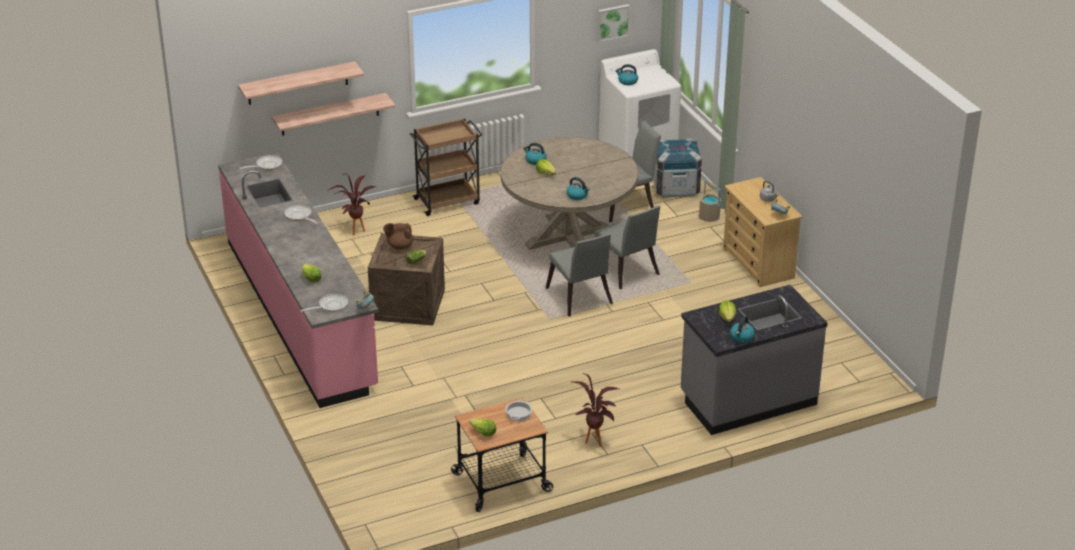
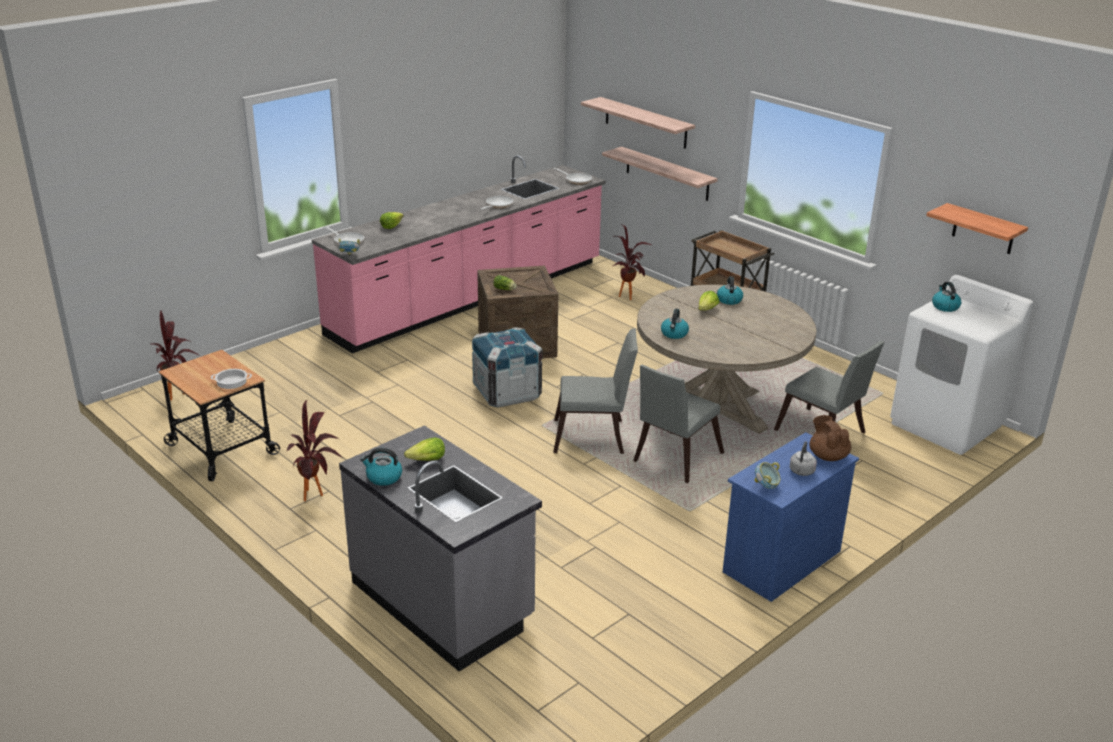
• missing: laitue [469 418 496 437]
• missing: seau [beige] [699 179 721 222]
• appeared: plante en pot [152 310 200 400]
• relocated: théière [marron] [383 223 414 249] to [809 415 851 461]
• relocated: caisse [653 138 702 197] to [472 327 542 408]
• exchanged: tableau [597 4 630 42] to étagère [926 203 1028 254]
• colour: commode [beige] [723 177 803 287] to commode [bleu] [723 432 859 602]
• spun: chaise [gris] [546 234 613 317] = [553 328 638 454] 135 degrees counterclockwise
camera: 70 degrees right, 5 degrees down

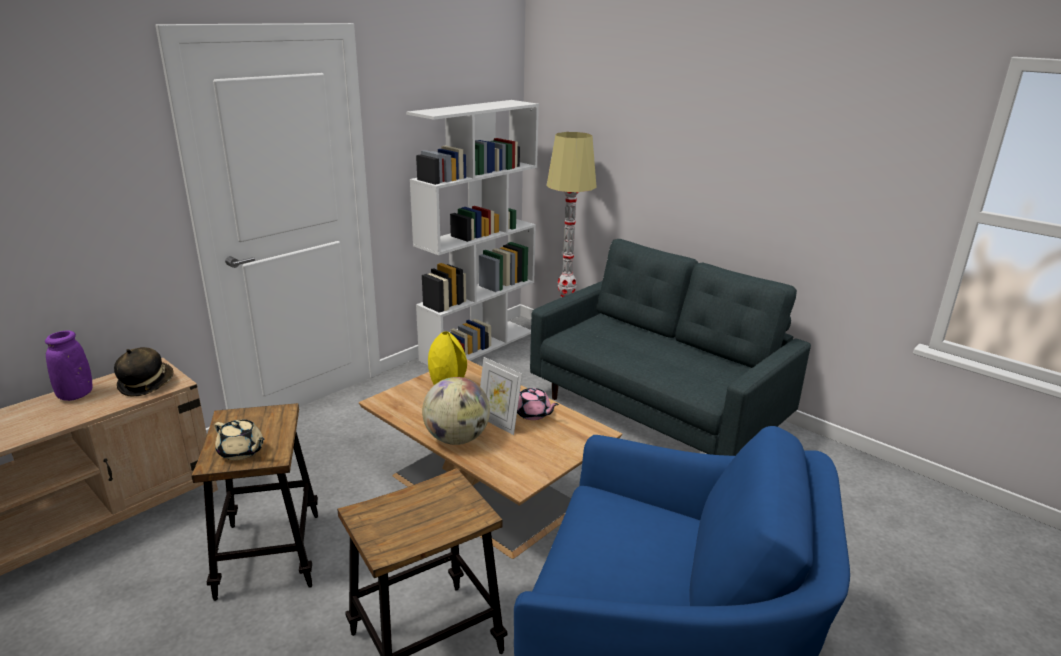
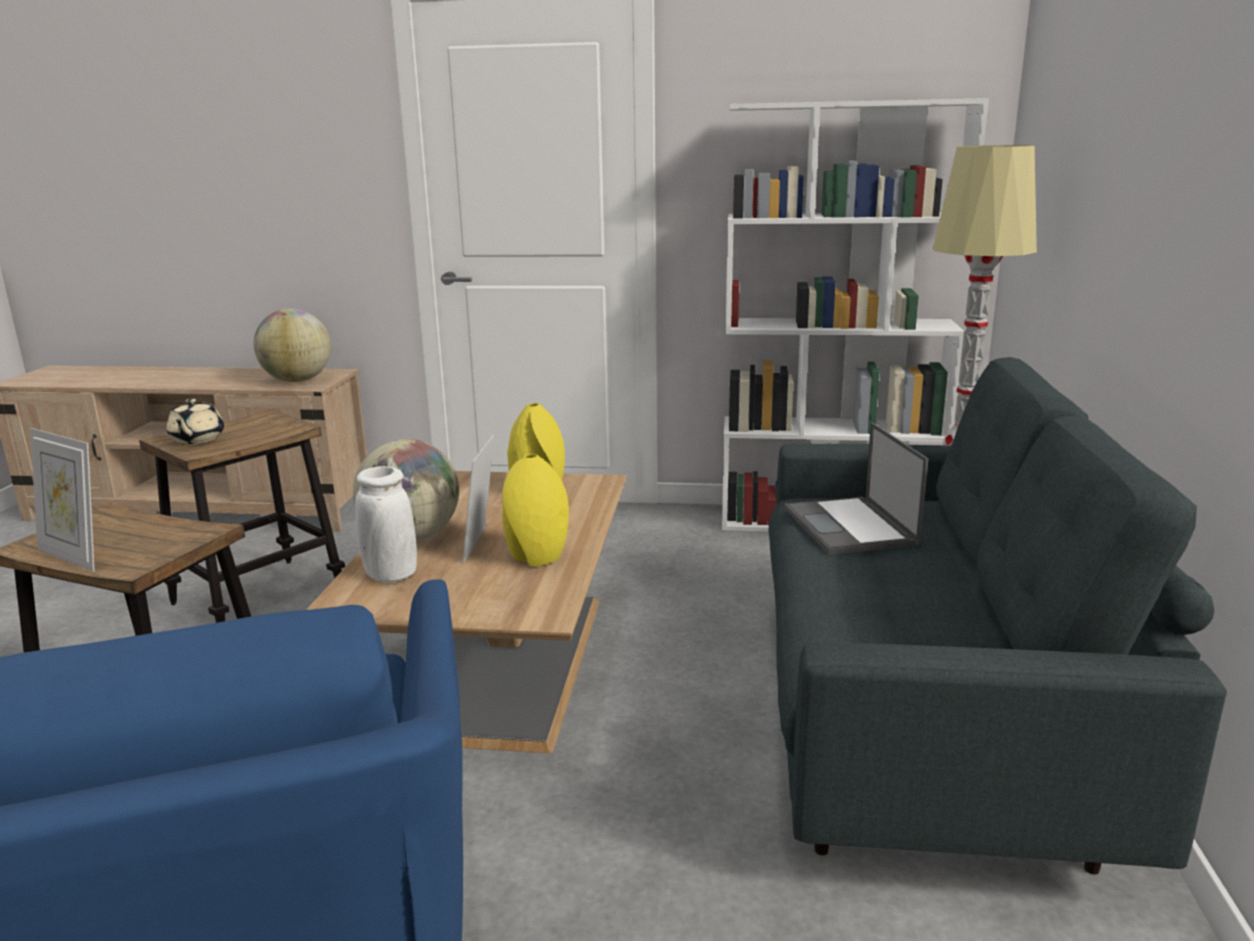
• missing: vase [violet] [45 331 92 401]
• appeared: cadre photo [30 428 94 571]
• appeared: vase [blanc] [355 466 417 582]
• appeared: ordinateur portable [785 422 928 555]
• exchanged: chapeau [114 347 174 397] to globe [254 308 331 382]
• exchanged: théière [rose] [517 388 559 420] to vase [jaune] [502 454 569 567]
camera: 55 degrees right, 5 degrees down

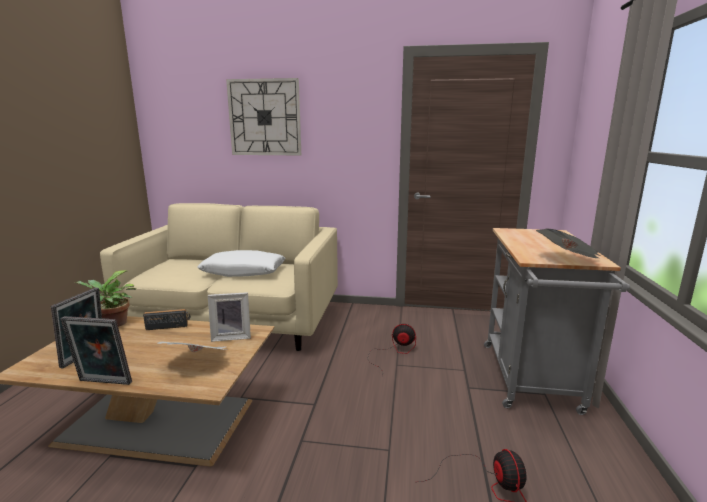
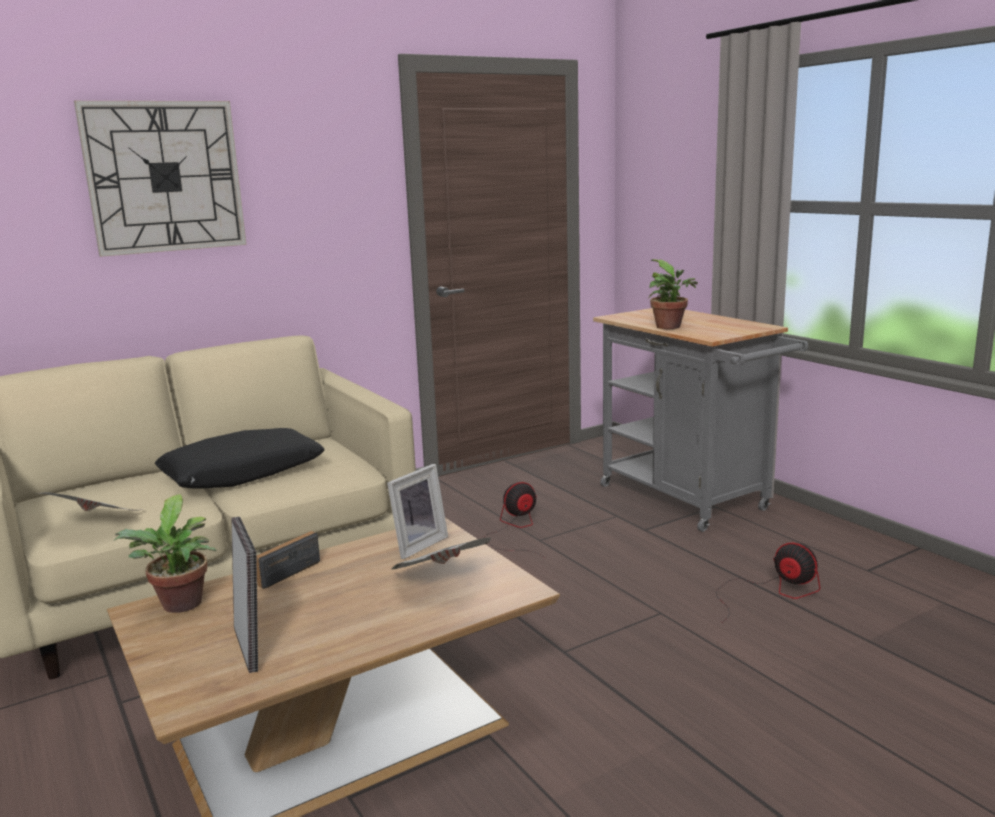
• missing: cadre photo [60 316 132 385]
• appeared: plante en pot [648 259 698 329]
• relocated: journal [536 229 600 258] to [37 493 143 511]
• colour: coussin [blanc] [197 250 285 277] to coussin [noir] [155 428 325 489]
camera: 40 degrees left, 0 degrees up

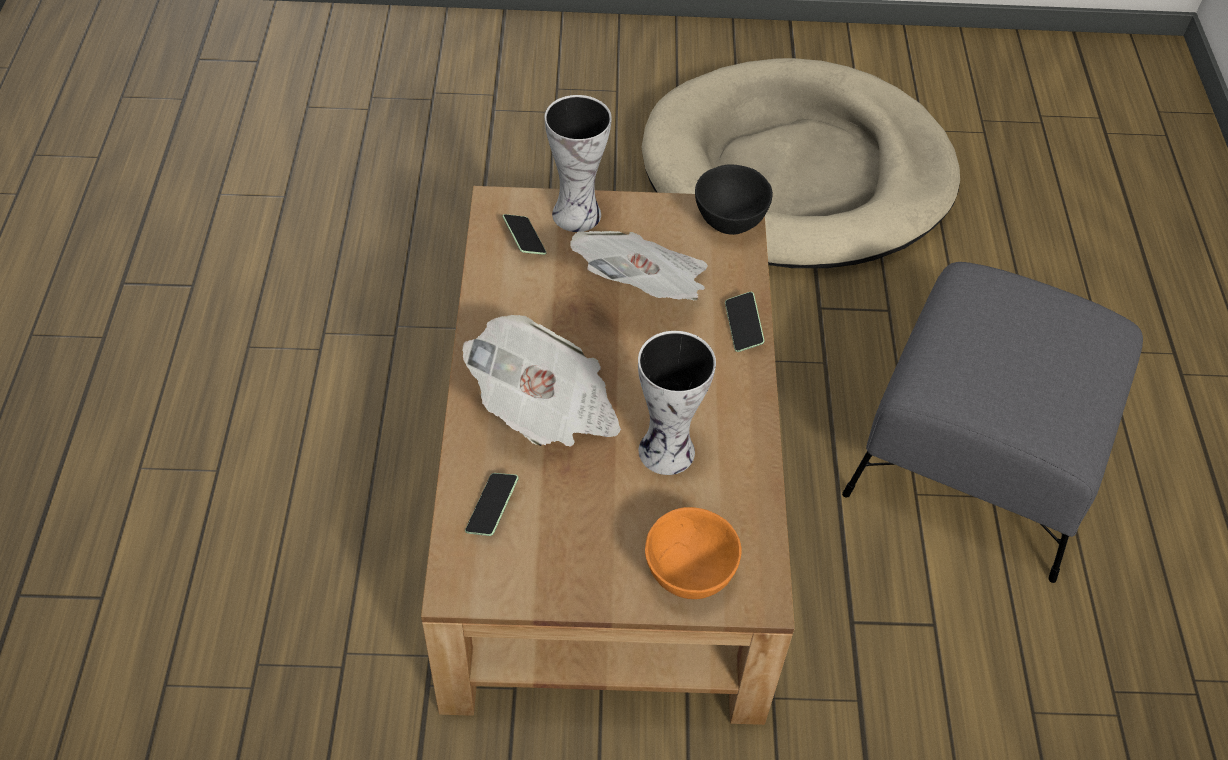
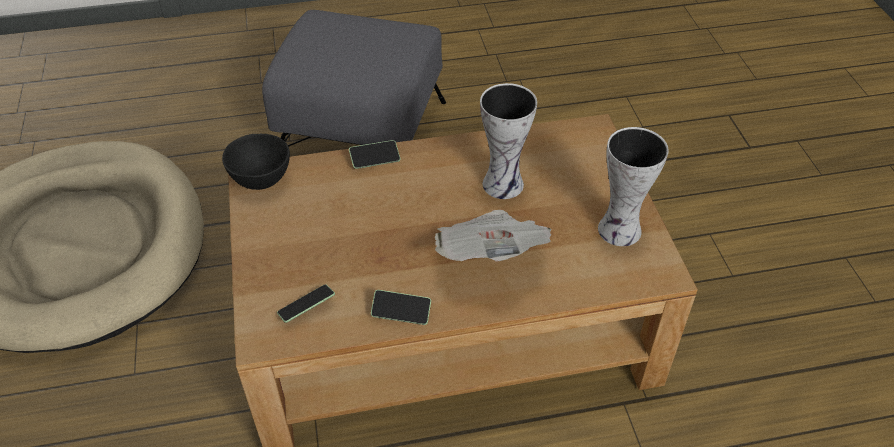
• missing: journal [570 231 708 301]
• missing: bol [orange] [645 507 741 599]
• relocated: téléphone [465 473 519 536] to [371 290 431 325]
• relocated: vase [545 95 612 232] to [598 127 669 246]
camera: 100 degrees left, 5 degrees down

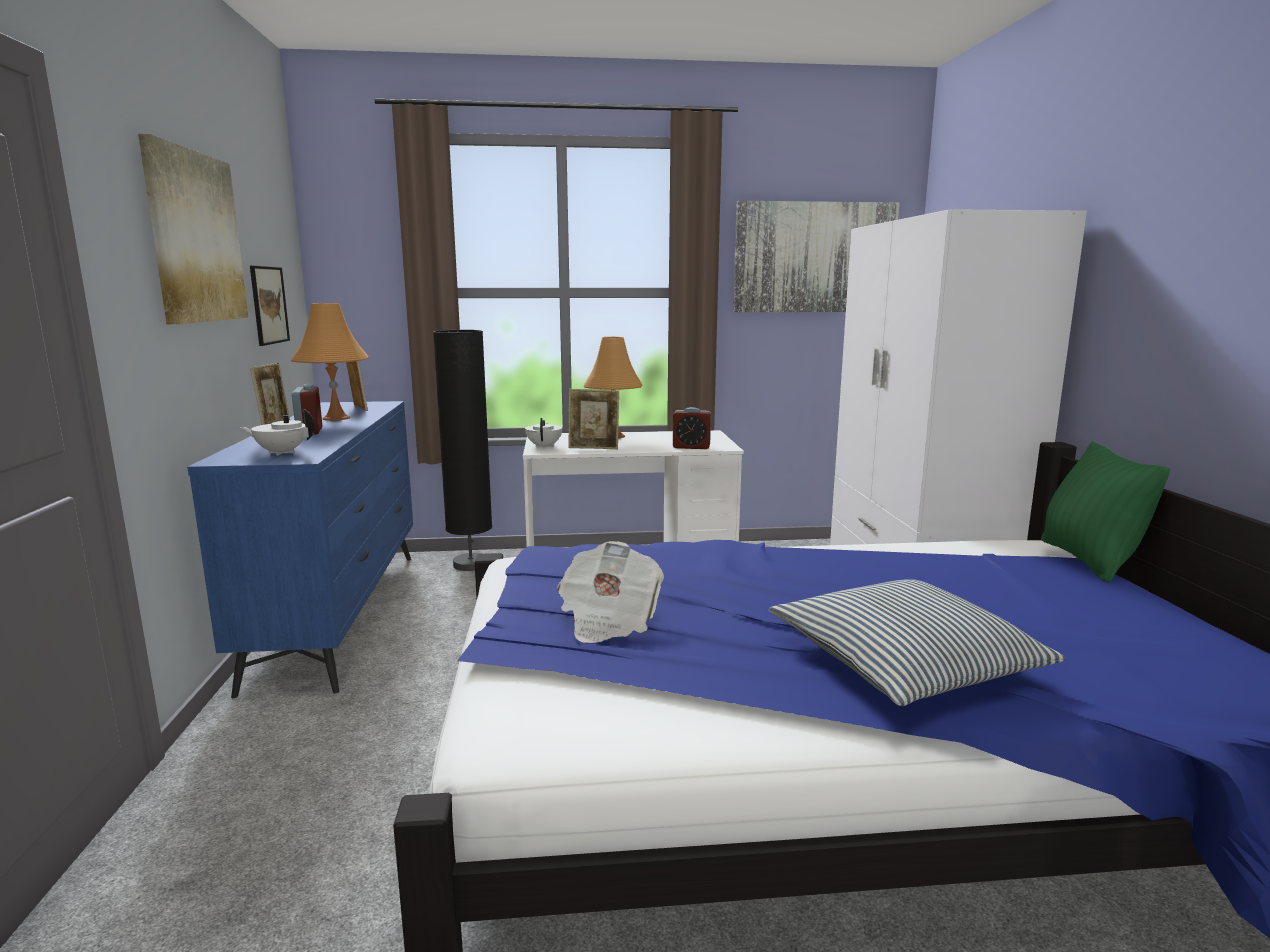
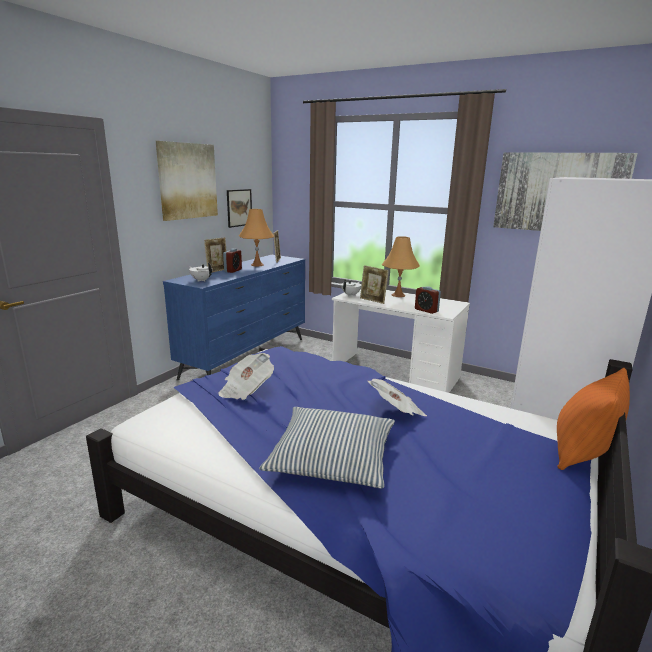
• missing: lampadaire [noir] [433 330 492 571]
• appeared: journal [368 379 427 416]
• colour: coussin [vert] [1041 442 1170 582] to coussin [orange] [557 368 630 470]
camera: 35 degrees right, 5 degrees up

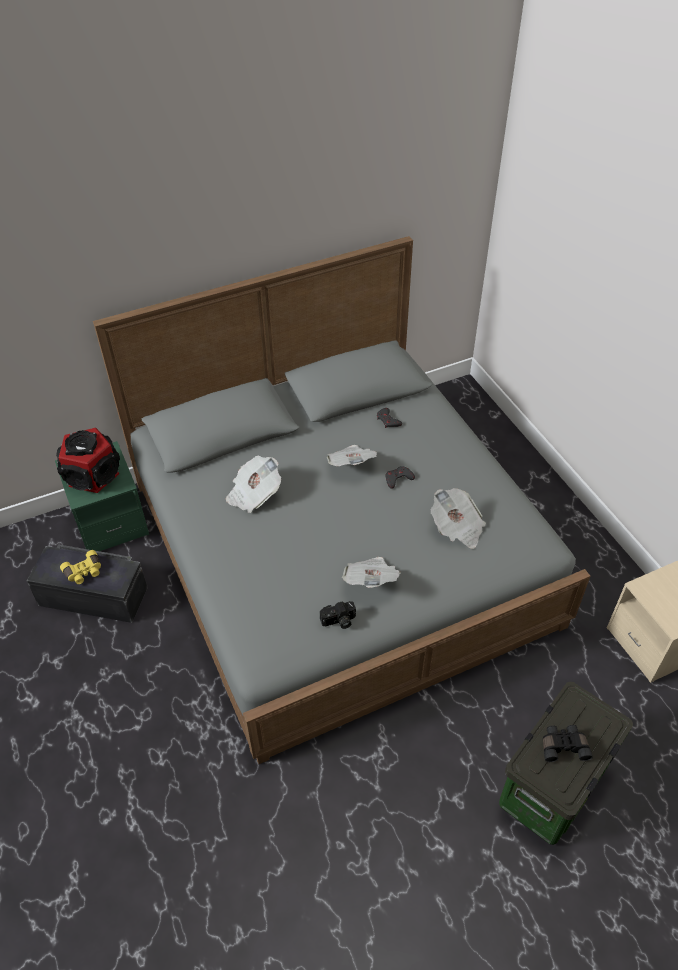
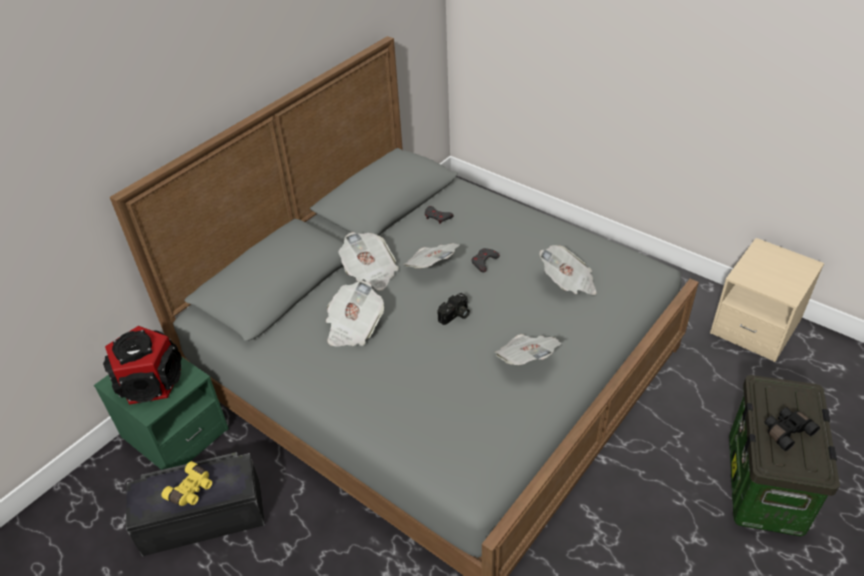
• appeared: journal [339 232 399 290]
• relocated: appareil photo [320 601 356 629] to [437 293 470 325]
camera: 25 degrees left, 5 degrees down

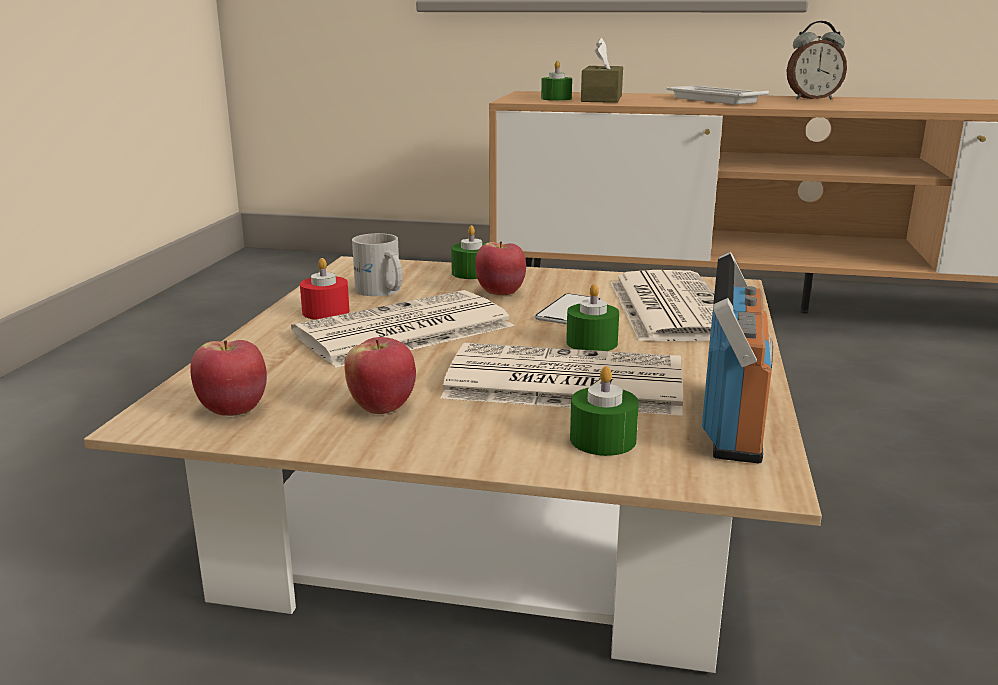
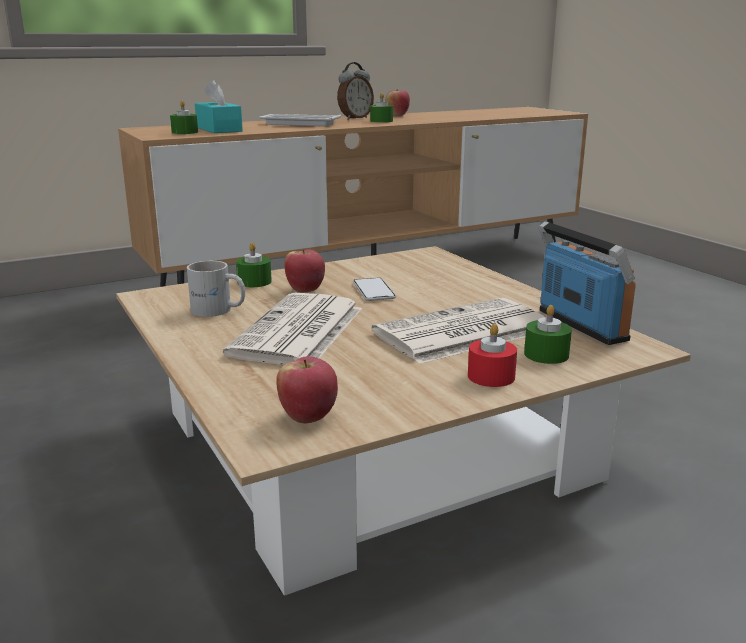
• missing: journal [610 270 714 342]
• relocated: bougie [rouge] [300 258 349 320] to [468 324 517 387]
• relocated: pomme [344 337 416 414] to [385 89 410 116]
• relocated: bougie [vert] [566 284 619 351] to [370 93 393 123]
• colour: boîte à mouchoirs [marron] [581 38 623 103] to boîte à mouchoirs [turquoise] [195 79 243 133]
camera: 40 degrees left, 0 degrees up

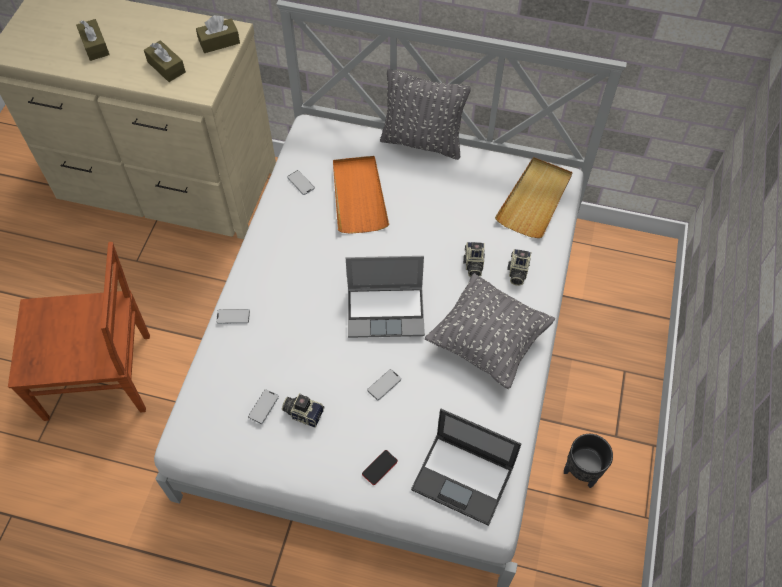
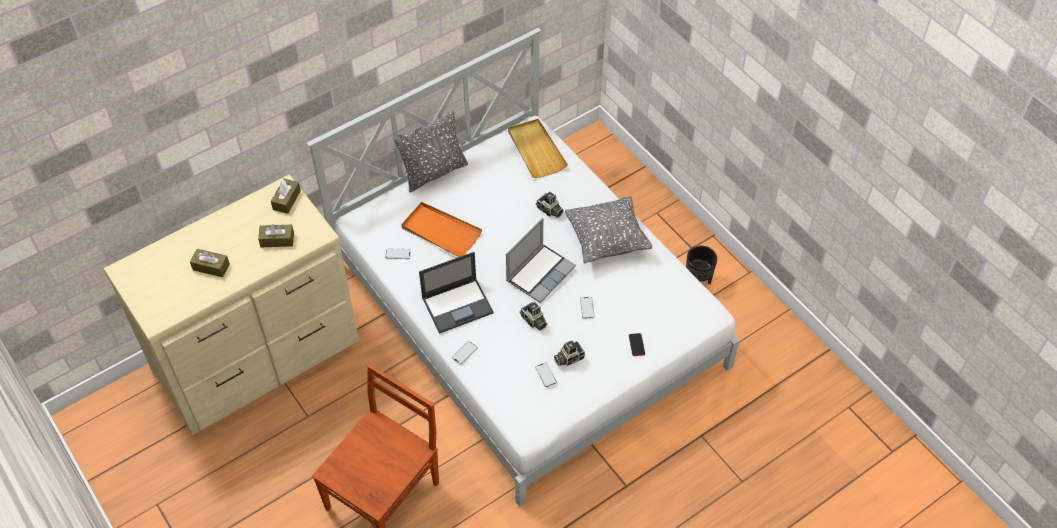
• relocated: ordinateur portable [411 409 521 526] to [419 252 494 333]
• relocated: appareil photo [507 249 532 286] to [519 302 547 331]
camera: 50 degrees left, 5 degrees down

